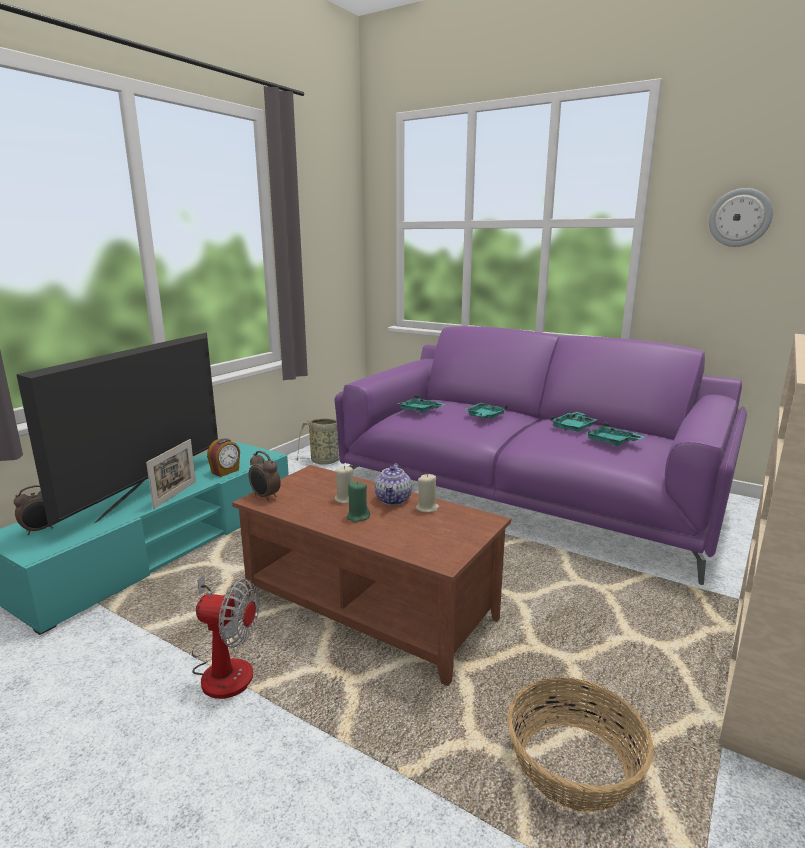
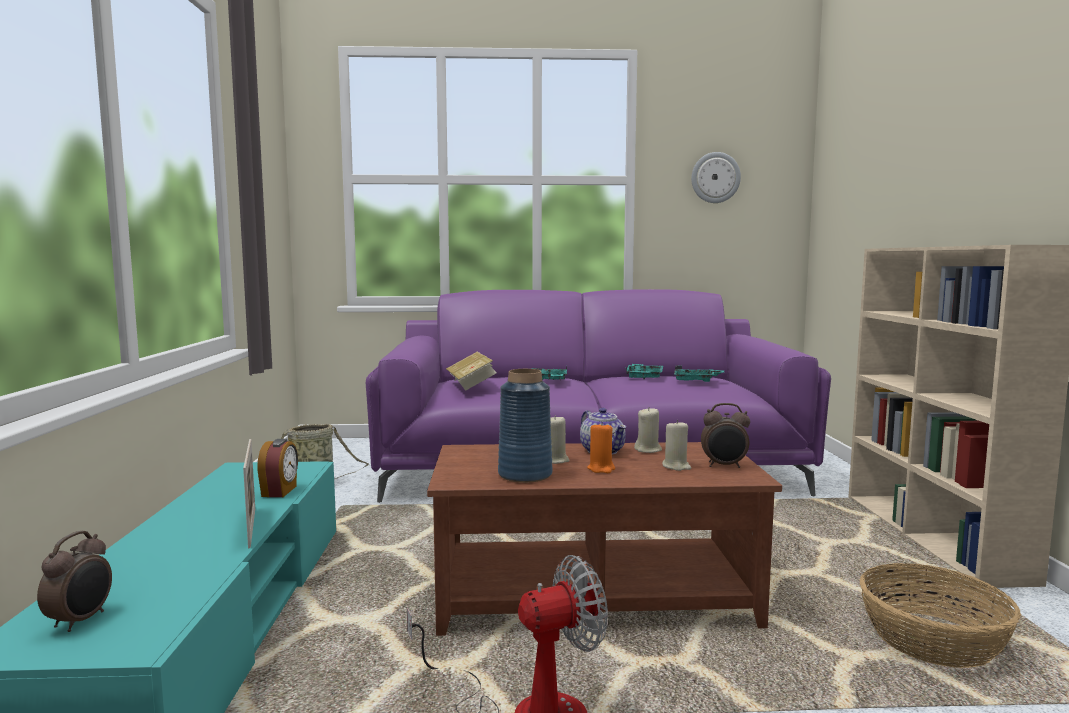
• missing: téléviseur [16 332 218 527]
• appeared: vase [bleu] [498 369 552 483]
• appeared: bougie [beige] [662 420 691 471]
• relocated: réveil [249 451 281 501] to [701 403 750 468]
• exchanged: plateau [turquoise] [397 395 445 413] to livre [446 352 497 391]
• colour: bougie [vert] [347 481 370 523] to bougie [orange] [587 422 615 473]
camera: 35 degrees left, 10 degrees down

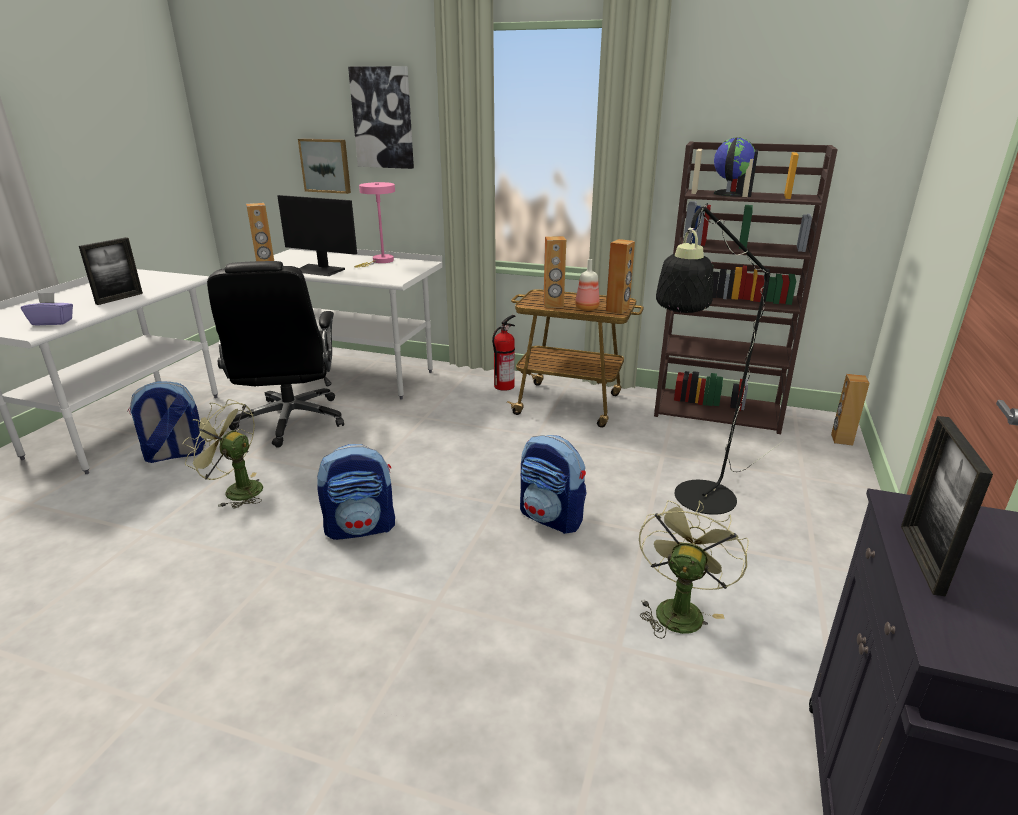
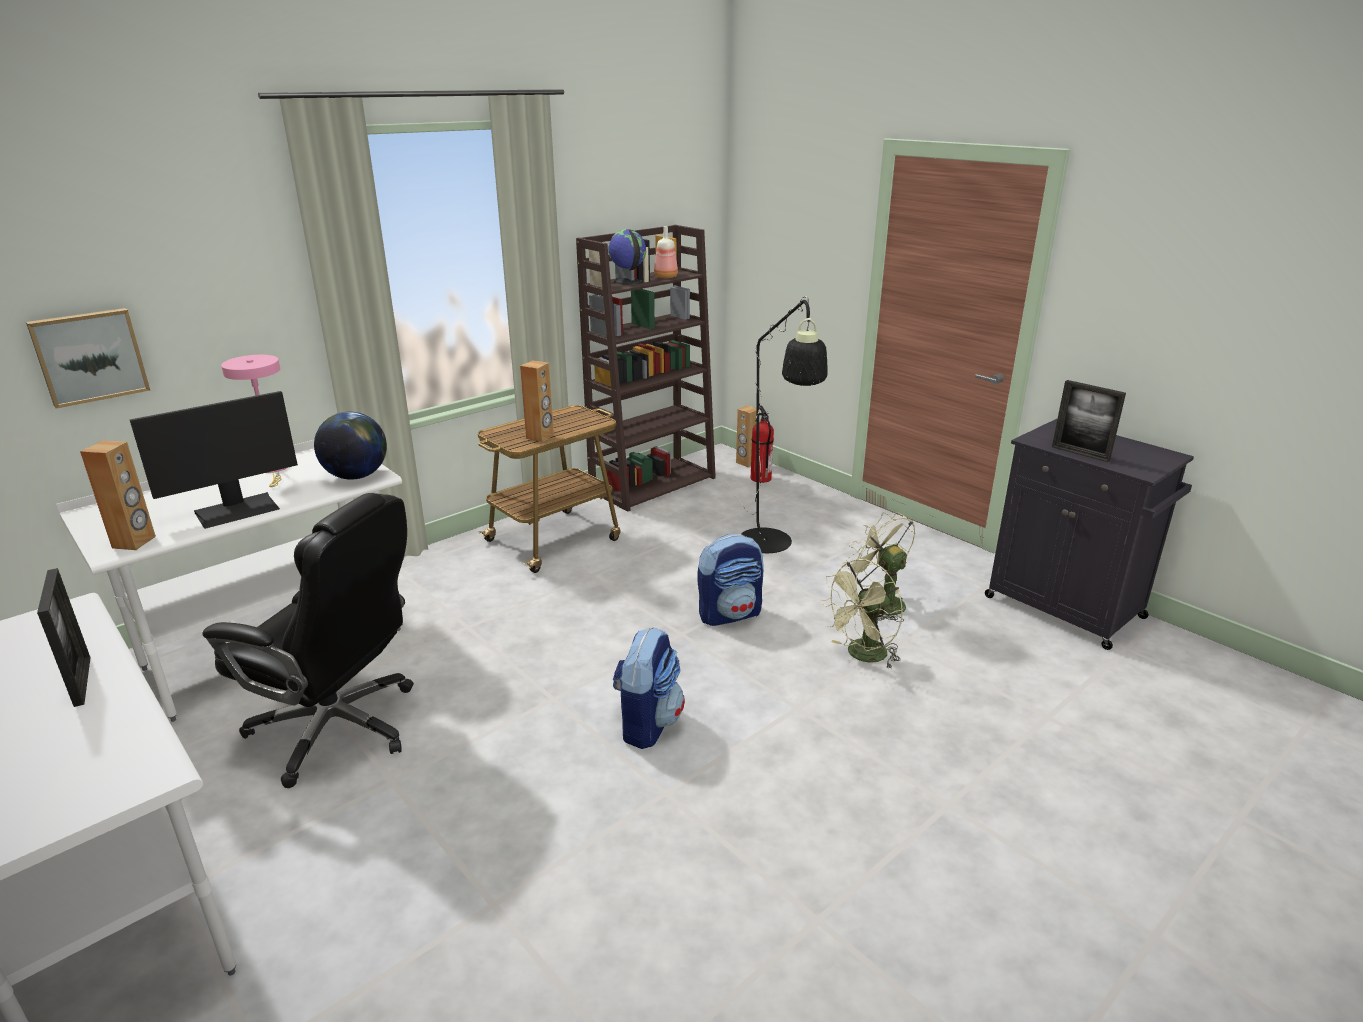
• missing: boîte à mouchoirs [violet] [21 293 73 325]
• missing: sac à dos [127 381 206 463]
• missing: tableau [348 66 414 169]
• missing: enceinte [marron] [606 239 635 314]
• appeared: globe [314 412 387 480]
• relocated: ventilateur [vert] [183 399 263 509] to [821 559 903 669]
• relocated: extincteur [492 315 515 391] to [751 404 774 483]
• relocated: bouteille [575 259 600 311] to [654 226 678 278]
camera: 60 degrees left, 0 degrees up

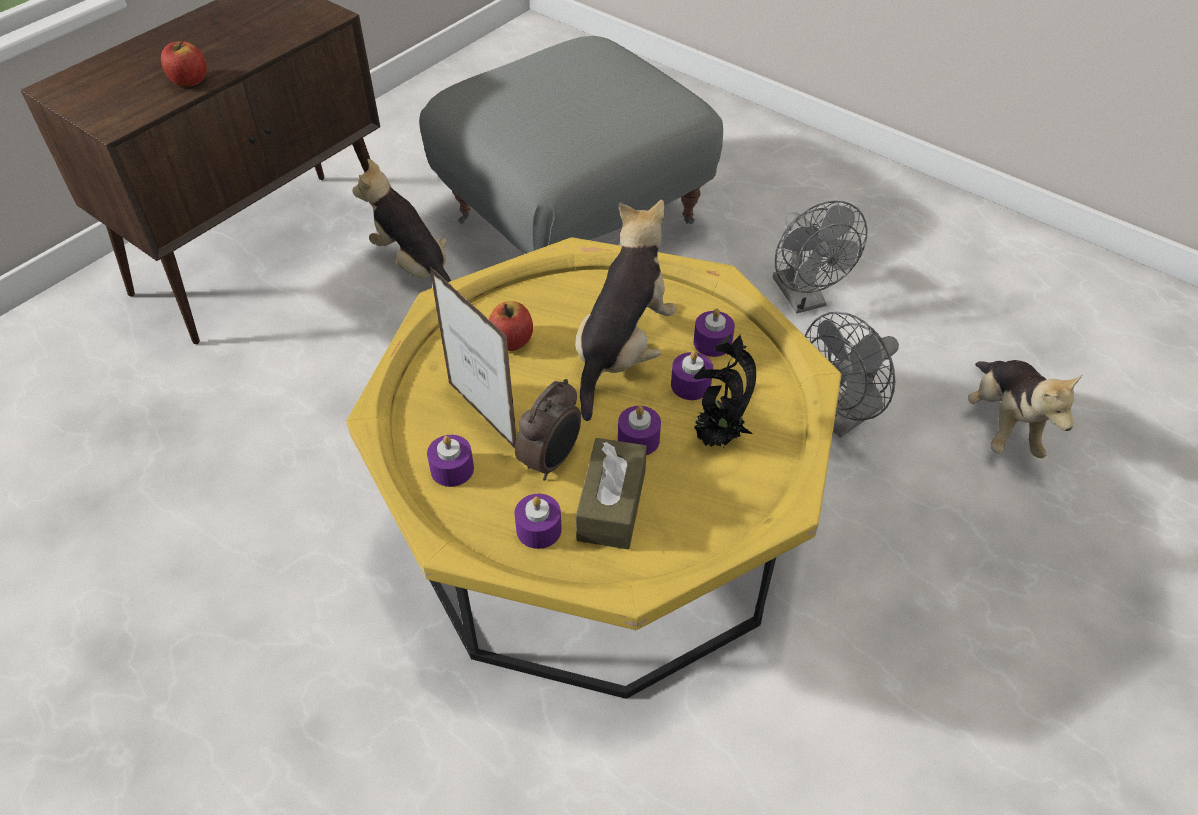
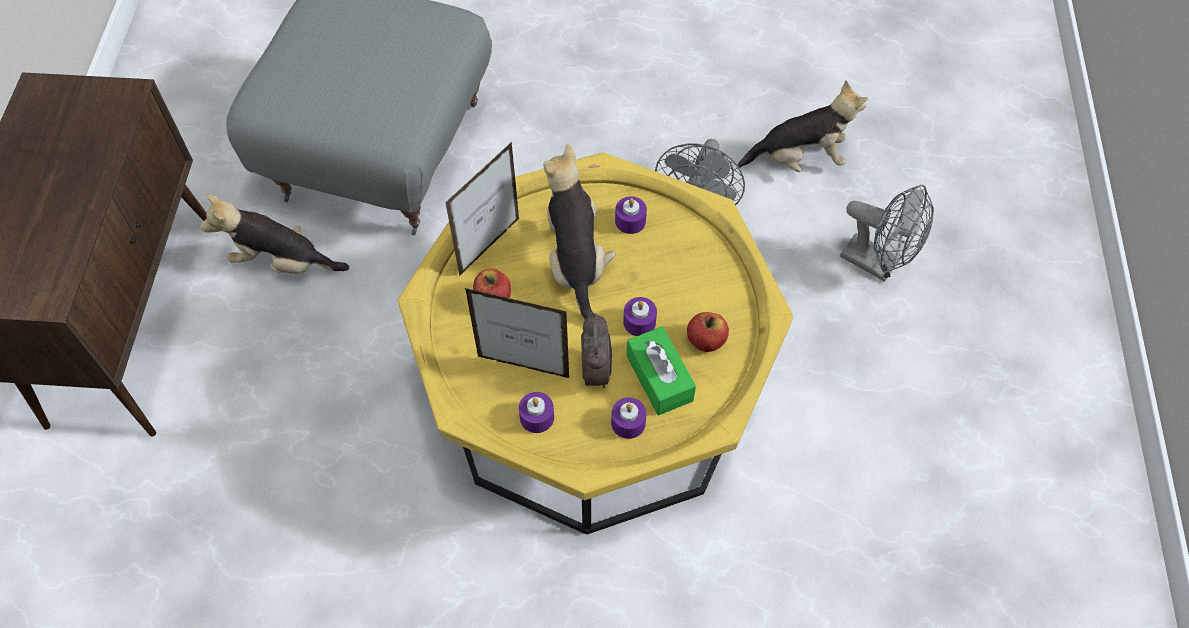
• missing: bougie [violet] [671 351 713 400]
• missing: plante en pot [694 335 756 448]
• appeared: cadre photo [445 142 519 276]
• relocated: pomme [161 41 207 87] to [687 312 729 352]
• relocated: ventilateur [gris] [773 201 868 313] to [840 185 934 282]
• colour: boîte à mouchoirs [marron] [576 438 647 549] to boîte à mouchoirs [vert] [626 326 696 416]
• spun: peluche [968 360 1083 458] = [738 80 868 172] 60 degrees counterclockwise
camera: 35 degrees left, 10 degrees up

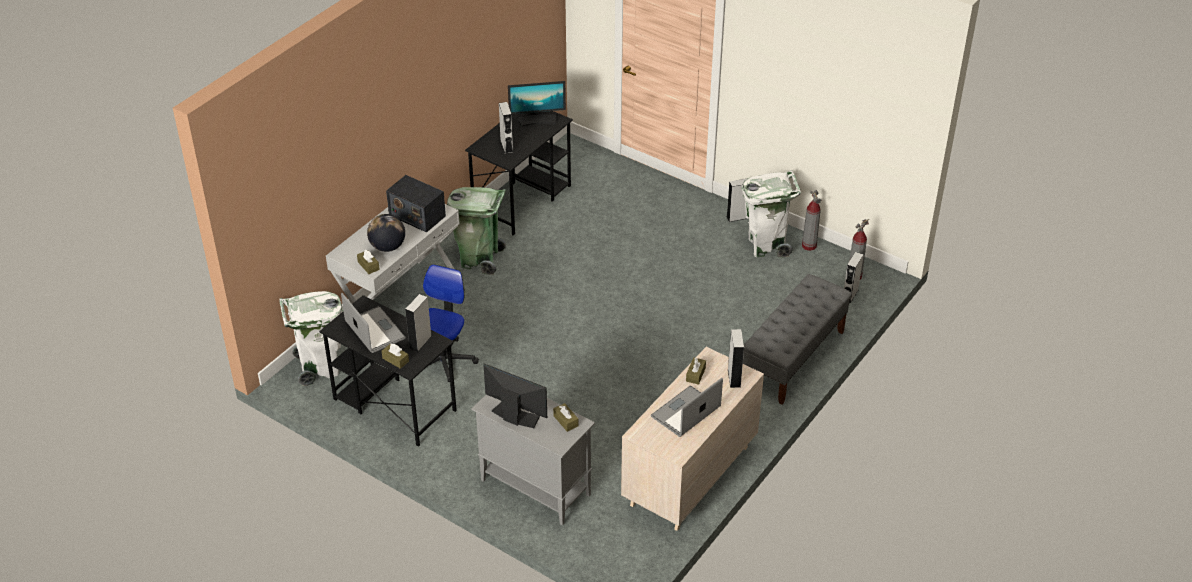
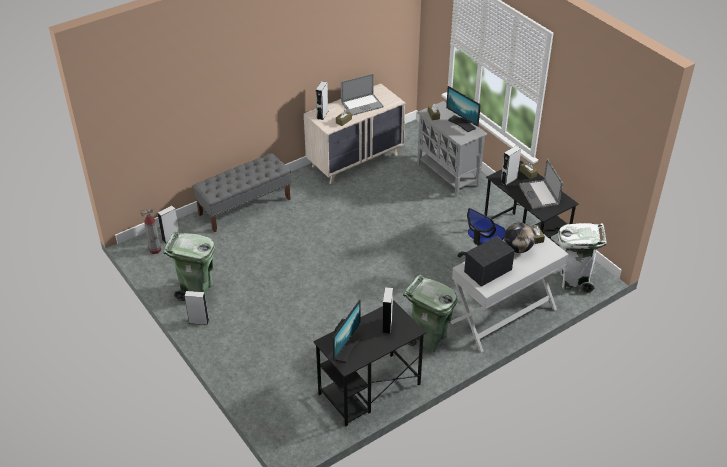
• missing: extincteur [802 190 821 251]
• colour: poubelle [blanc] [742 170 801 258] to poubelle [vert] [163 231 215 301]
• spun: radio [386 175 446 232] = [464 236 515 287] 90 degrees counterclockwise
• spun: écran d'ordinateur [508 81 566 127] = [333 300 362 363] 105 degrees clockwise
camera: 160 degrees left, 0 degrees up

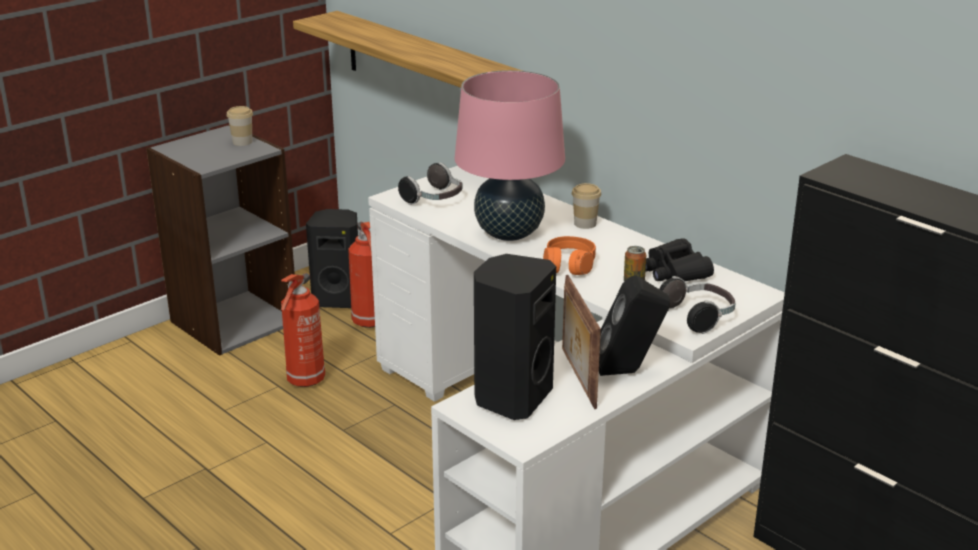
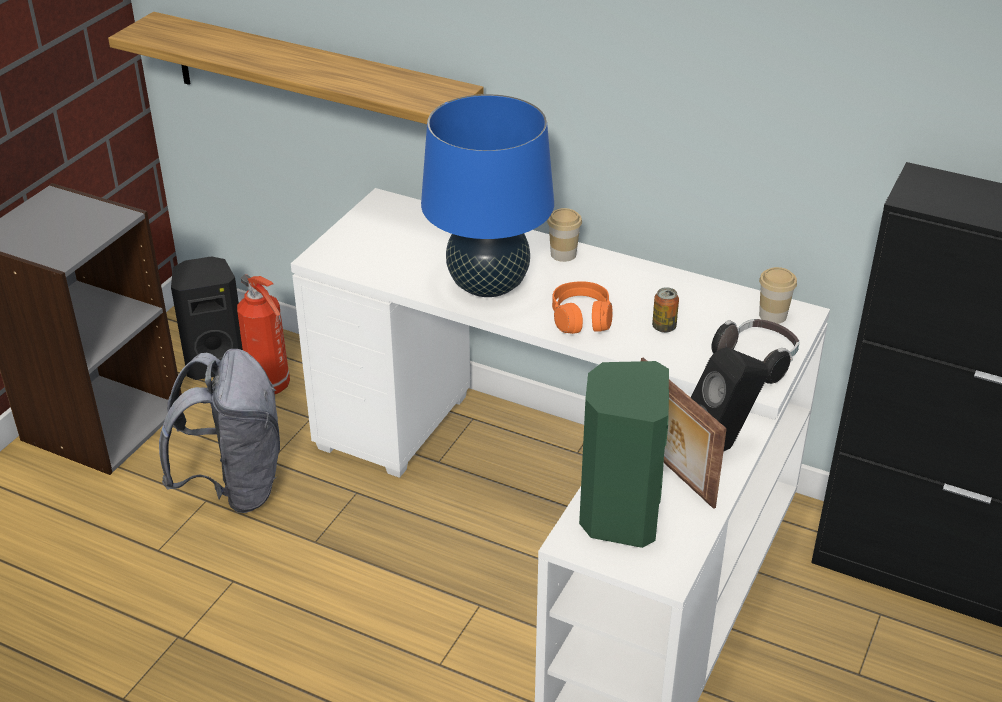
• missing: casque audio [398 162 463 205]
• missing: jumelles [noir] [645 238 714 281]
• relocated: tasse [227 106 253 146] to [759 267 797 324]
• exchanged: extincteur [281 273 325 387] to sac à dos [gris] [159 349 280 513]
• colour: lampe de table [rose] [455 70 565 241] to lampe de table [bleu] [421 94 554 297]
• colour: enceinte [noir] [474 254 556 420] to enceinte [vert] [579 361 669 548]
camera: 20 degrees left, 10 degrees up

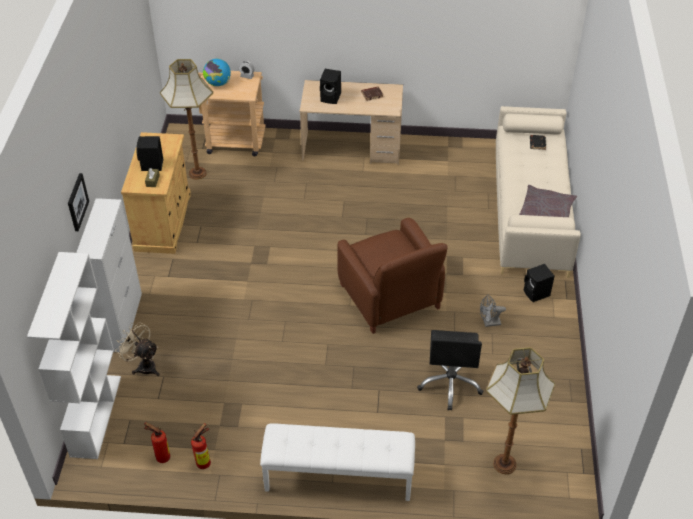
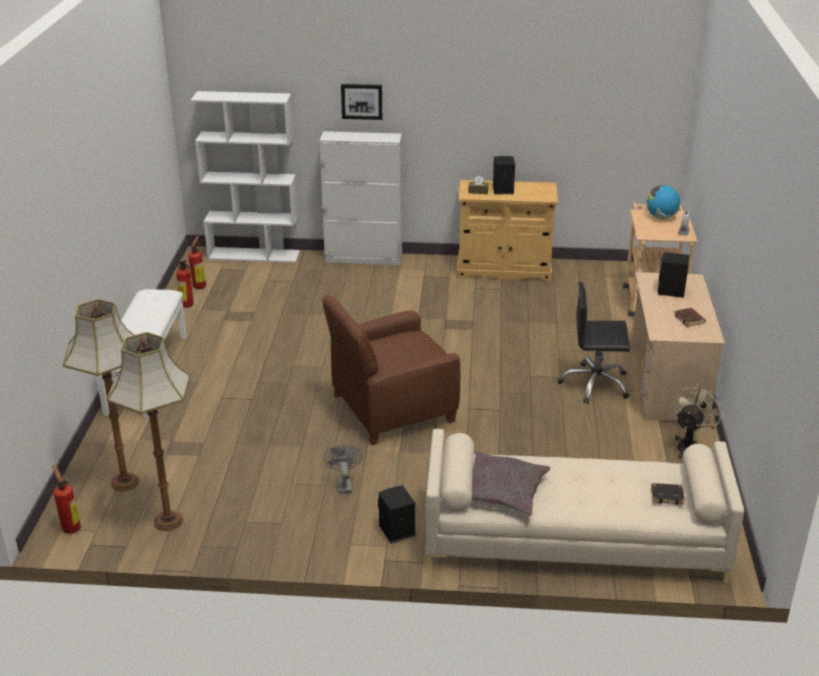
• appeared: extincteur [52 465 81 534]
• relocated: ventilateur [beige] [115 322 160 376] to [674 384 724 459]
• relocated: lampadaire [160 59 213 180] to [107 332 191 531]
• relocated: chaise de bureau [noir] [417 330 484 410] to [558 282 630 404]
camera: 90 degrees right, 15 degrees down

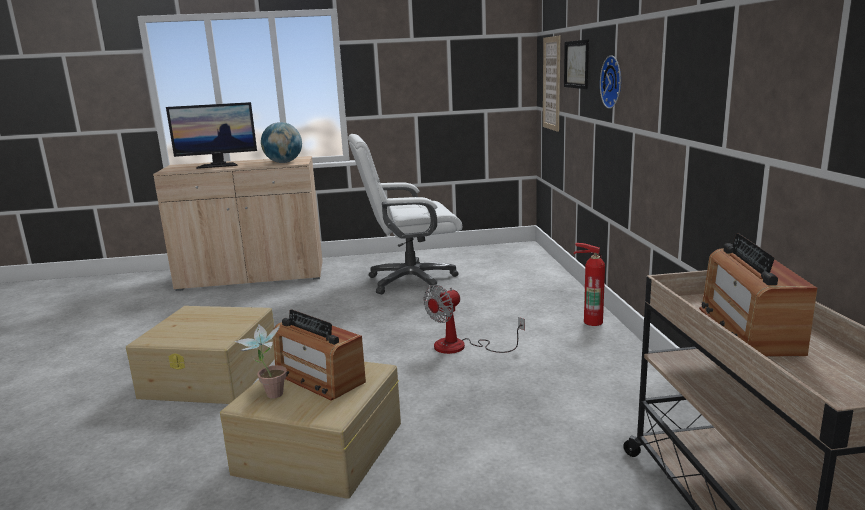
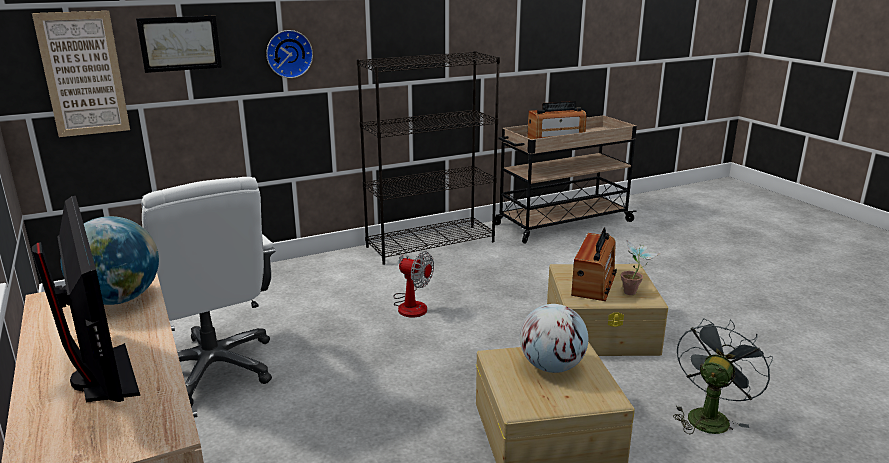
• missing: extincteur [574 243 605 326]
• appeared: bibliothèque [noir] [357 51 500 265]
• appeared: globe [520 304 588 373]
• appeared: ventilateur [gris] [673 319 773 434]
camera: 110 degrees left, 5 degrees up

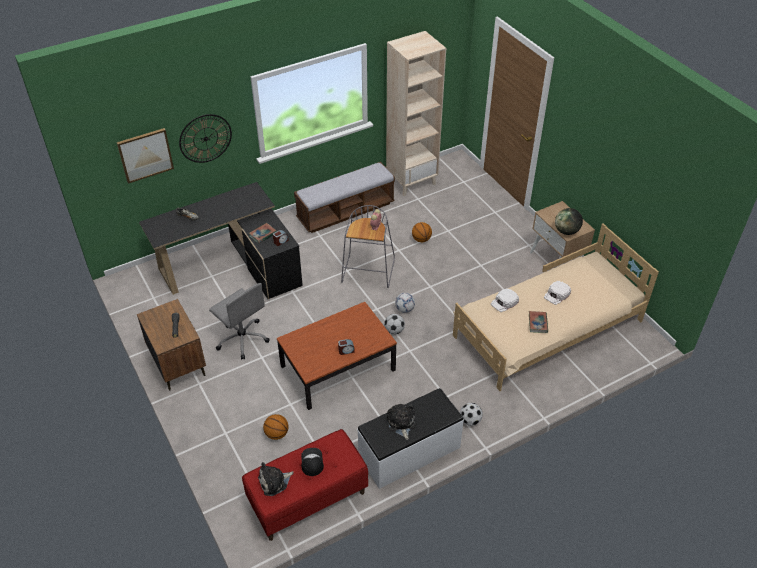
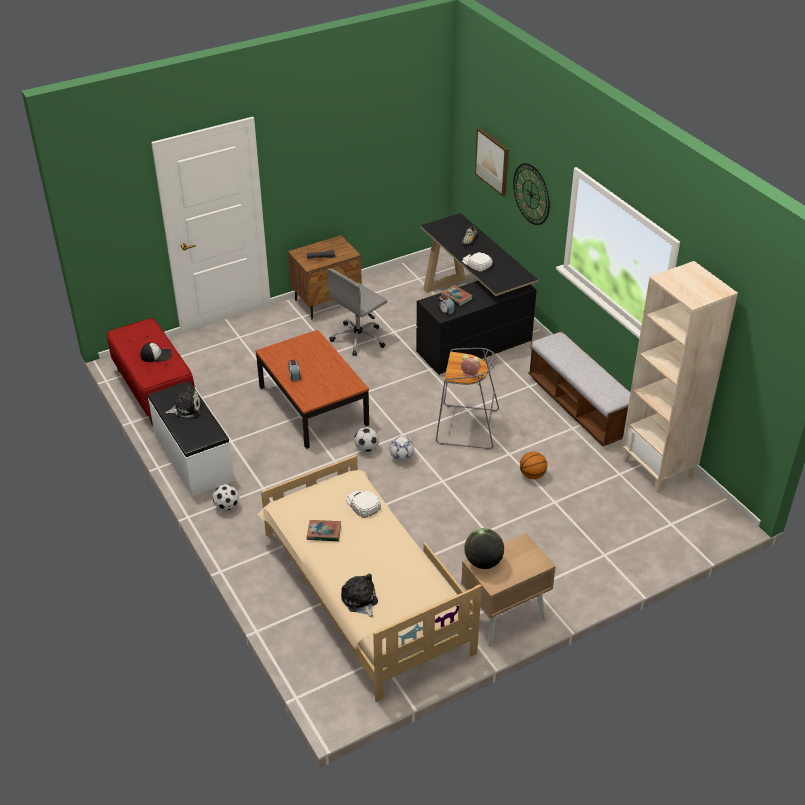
• missing: ballon de basket [263 414 289 440]
• relocated: peluche [258 462 294 496] to [341 573 378 618]
• relocated: casquette [blanc] [544 281 571 305] to [462 252 492 272]
camera: 90 degrees right, 5 degrees down

